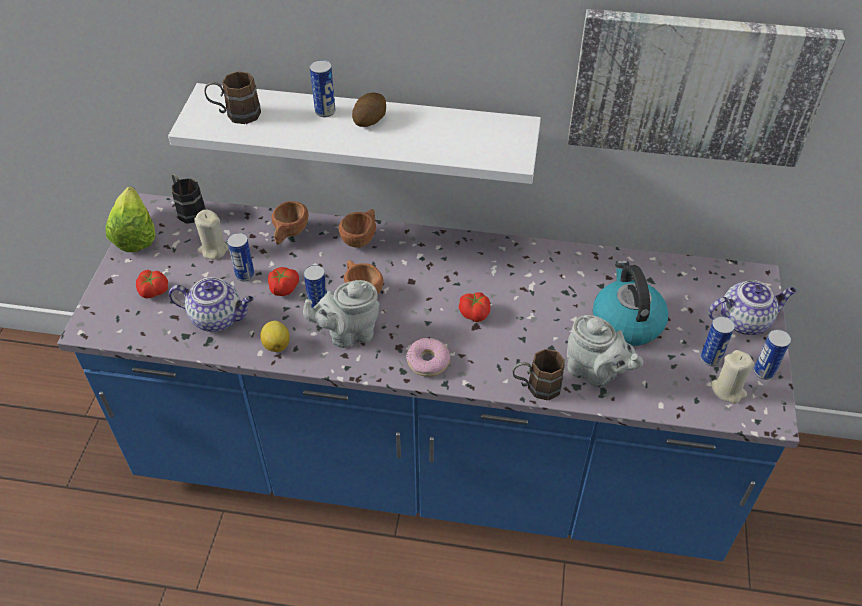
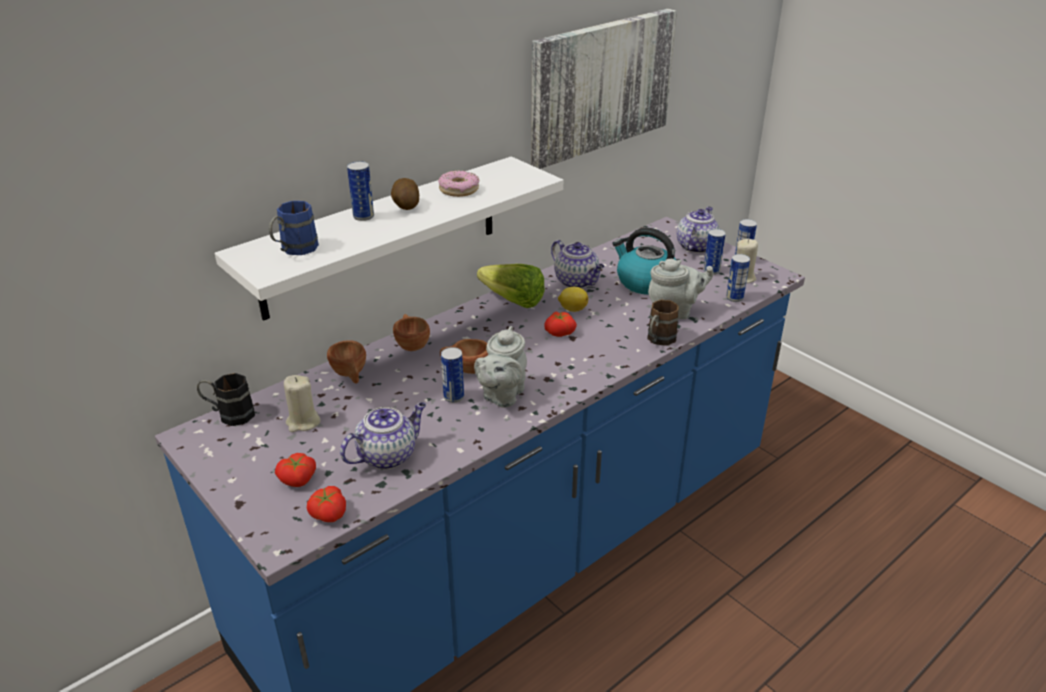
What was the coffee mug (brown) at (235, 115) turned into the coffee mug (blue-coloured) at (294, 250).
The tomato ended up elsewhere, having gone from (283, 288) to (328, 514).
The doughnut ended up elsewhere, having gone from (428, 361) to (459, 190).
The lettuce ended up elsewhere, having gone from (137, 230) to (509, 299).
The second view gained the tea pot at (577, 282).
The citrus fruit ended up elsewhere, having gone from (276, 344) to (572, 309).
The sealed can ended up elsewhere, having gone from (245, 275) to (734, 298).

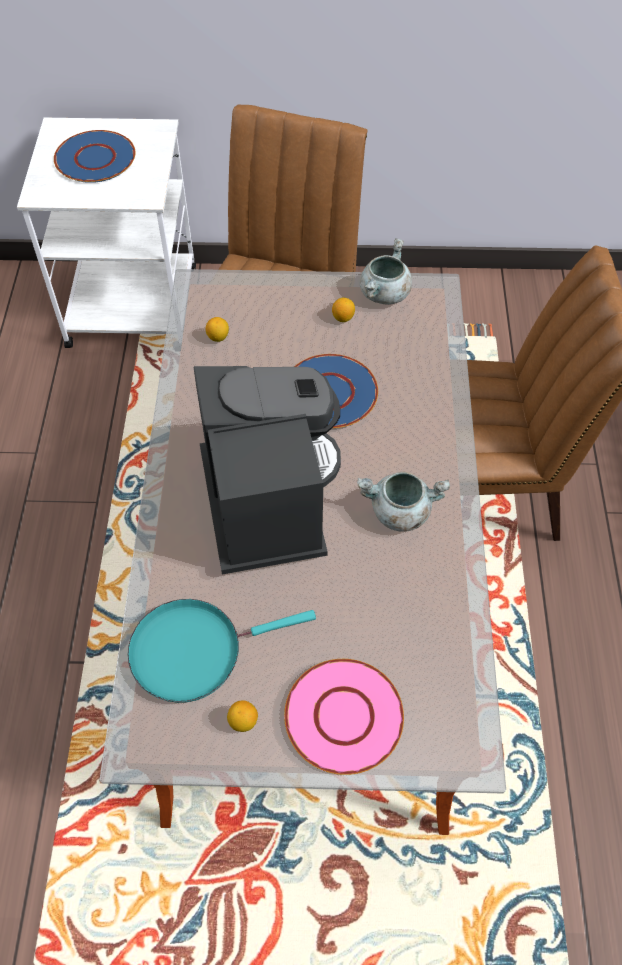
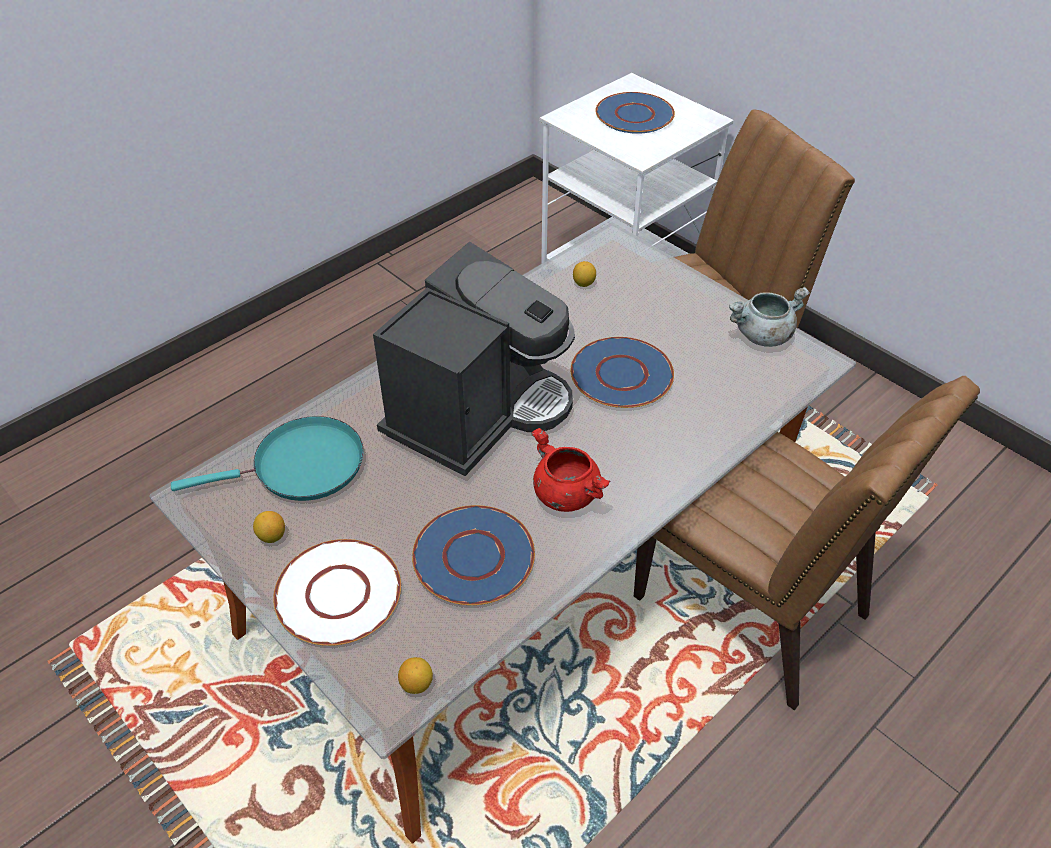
The skillet (turquoise) at (193, 650) ended up facing another way, 135 degrees clockwise from before.
What was the flat dish (pink) at (344, 716) turned into the flat dish (white-coloured) at (339, 594).
The citrus fruit ended up elsewhere, having gone from (343, 318) to (416, 684).
The second view gained the flat dish (blue-coloured) at (474, 557).
What was the saucepot (gray) at (399, 512) turned into the saucepot (red-coloured) at (565, 494).

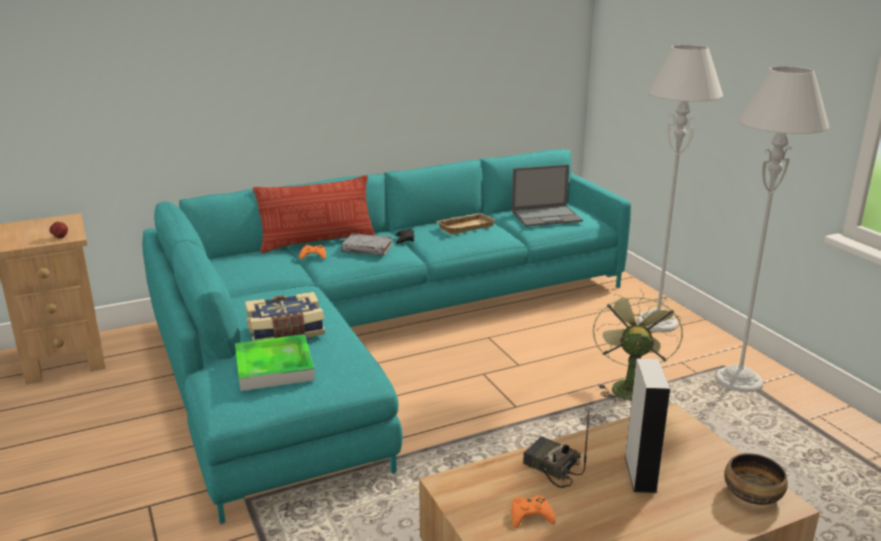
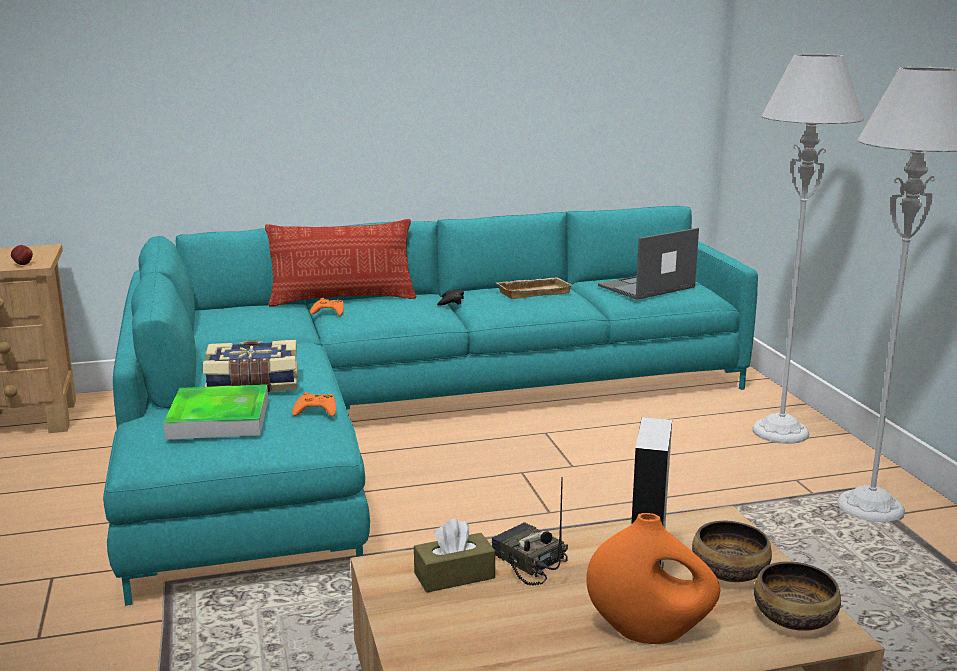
The joypad (orange) ended up elsewhere, having gone from (530, 516) to (316, 410).
The second view gained the box of tissues (brown) at (454, 576).
The second view gained the vase (orange) at (649, 632).
The notebook computer at (547, 216) ended up facing another way, 150 degrees clockwise from before.
The second view gained the bowl at (729, 571).
The second view lost the book (gray) at (368, 248).
The second view lost the fan (green-coloured) at (629, 386).

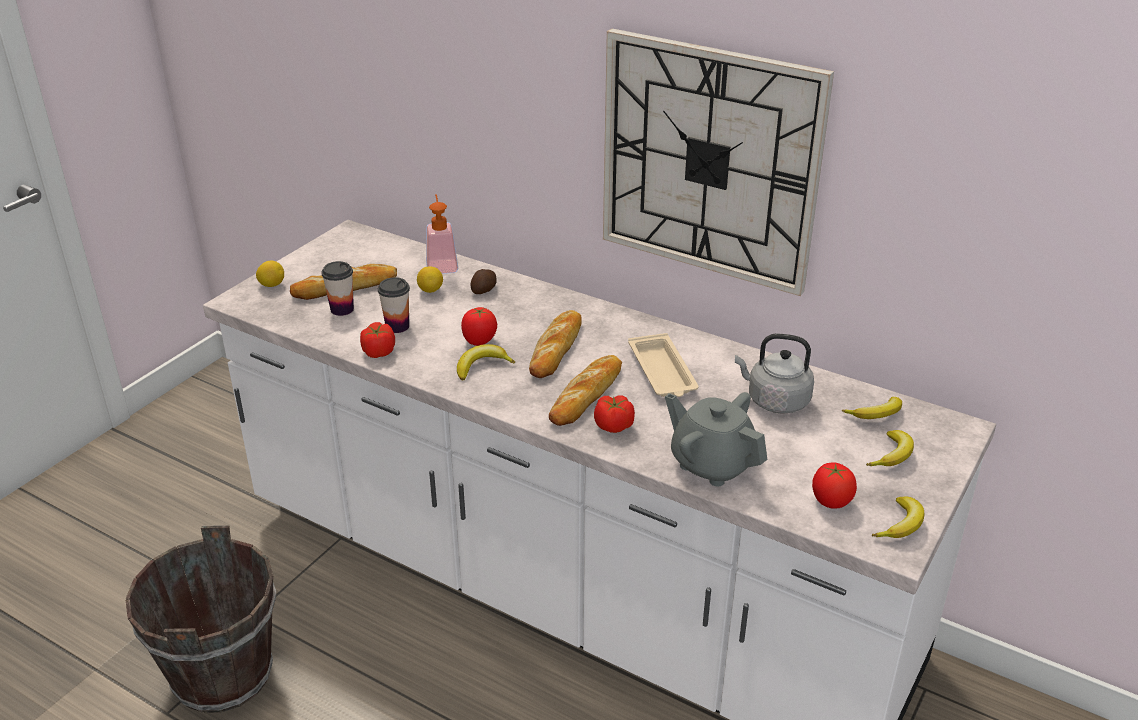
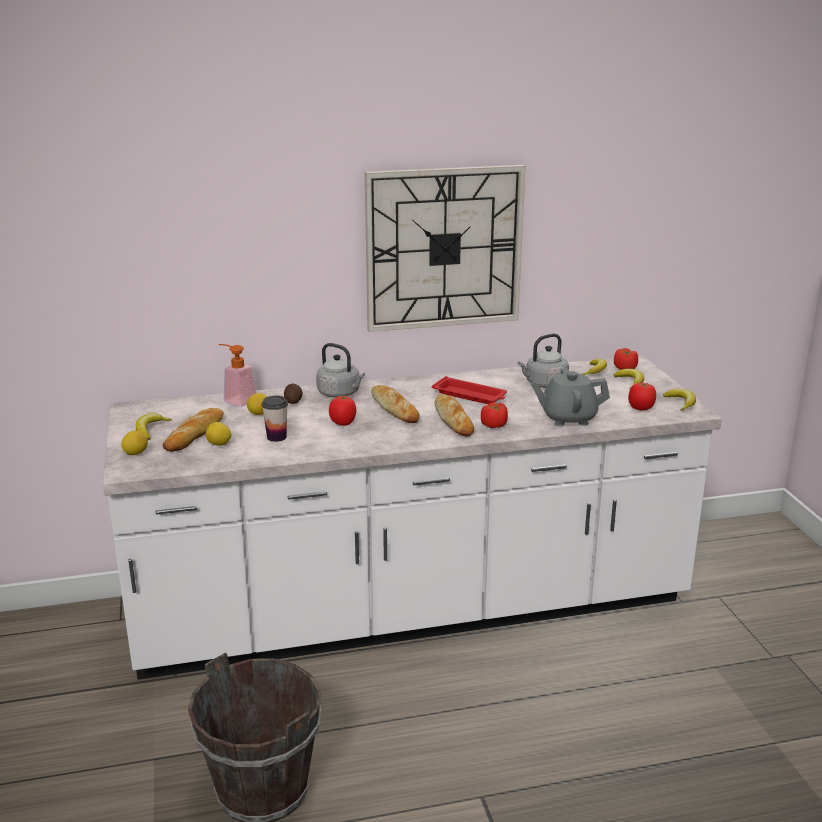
The banana ended up elsewhere, having gone from (482, 366) to (150, 430).
Where the drinking cup stood at (342, 309), the citrus fruit came to stand at (219, 444).
The second view gained the kettle (gray) at (340, 394).
What was the serving tray (beige) at (662, 372) turned into the serving tray (red-coloured) at (470, 395).
The tomato ended up elsewhere, having gone from (378, 352) to (625, 368).

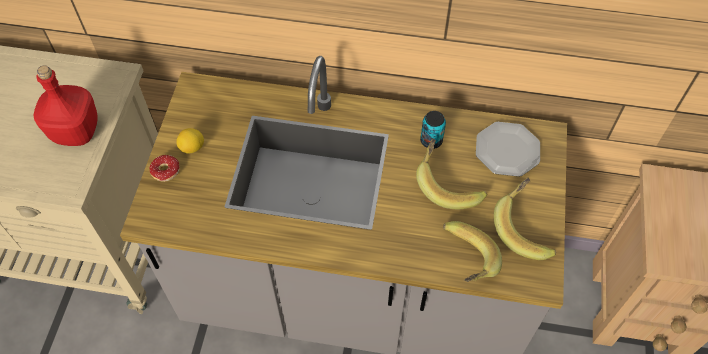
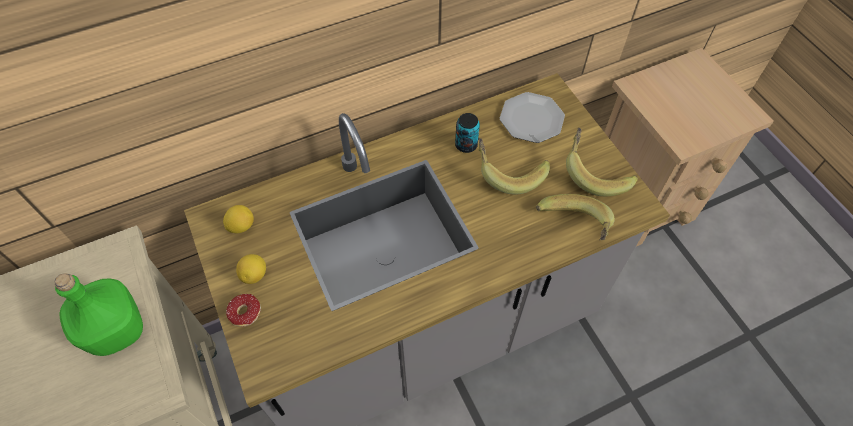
What was the drink bottle (red-coloured) at (76, 133) turned into the drink bottle (green-coloured) at (118, 332).
The second view gained the citrus fruit at (241, 226).

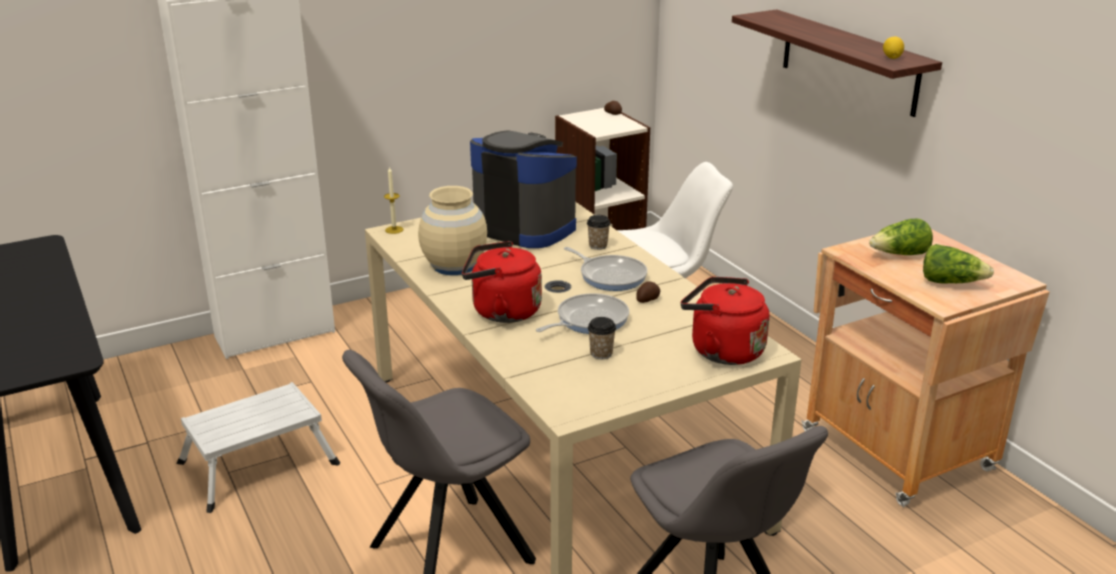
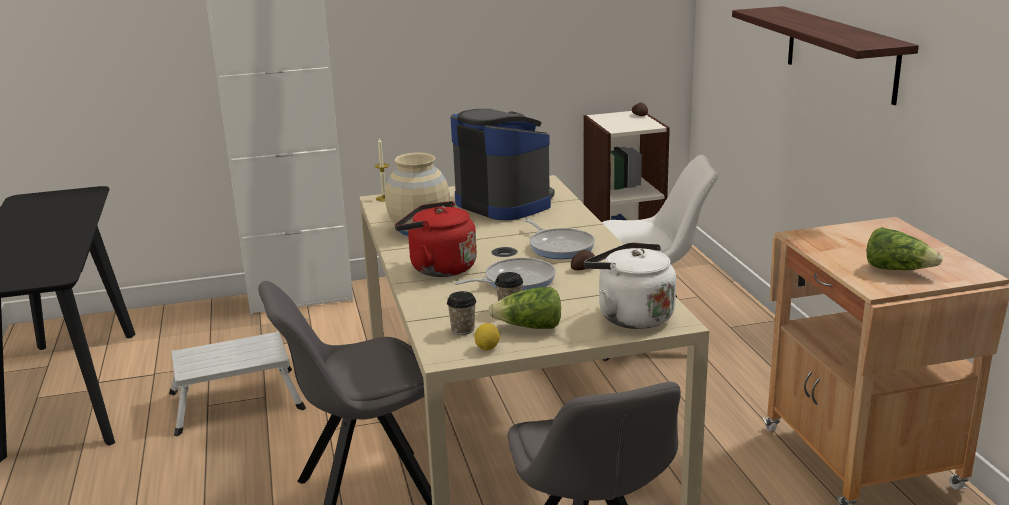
The drinking cup ended up elsewhere, having gone from (598, 246) to (463, 330).
The citrus fruit ended up elsewhere, having gone from (892, 58) to (487, 348).
The lettuce ended up elsewhere, having gone from (899, 255) to (529, 327).
What was the kettle (red-coloured) at (722, 350) turned into the kettle (white-coloured) at (631, 316).

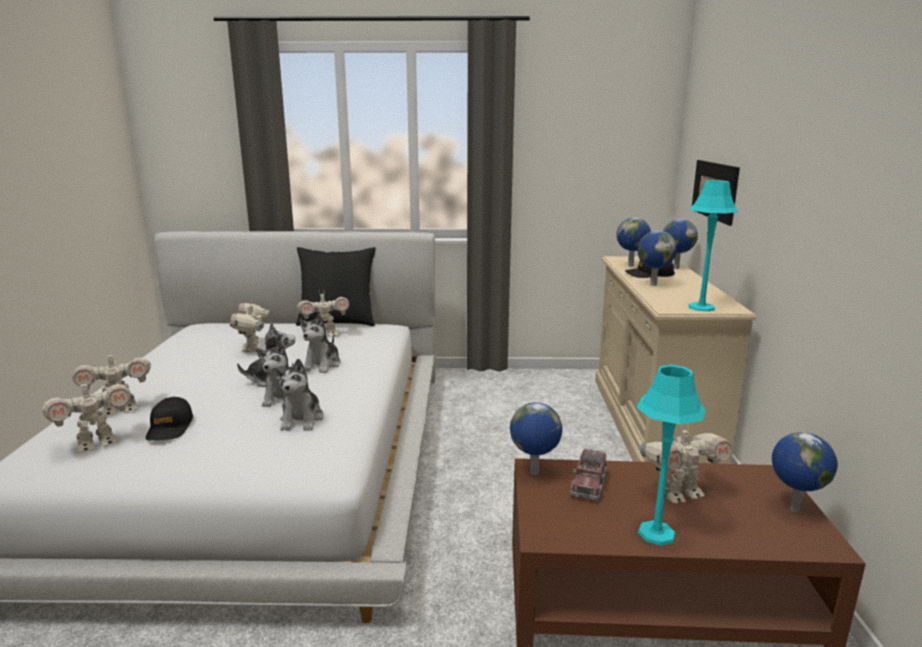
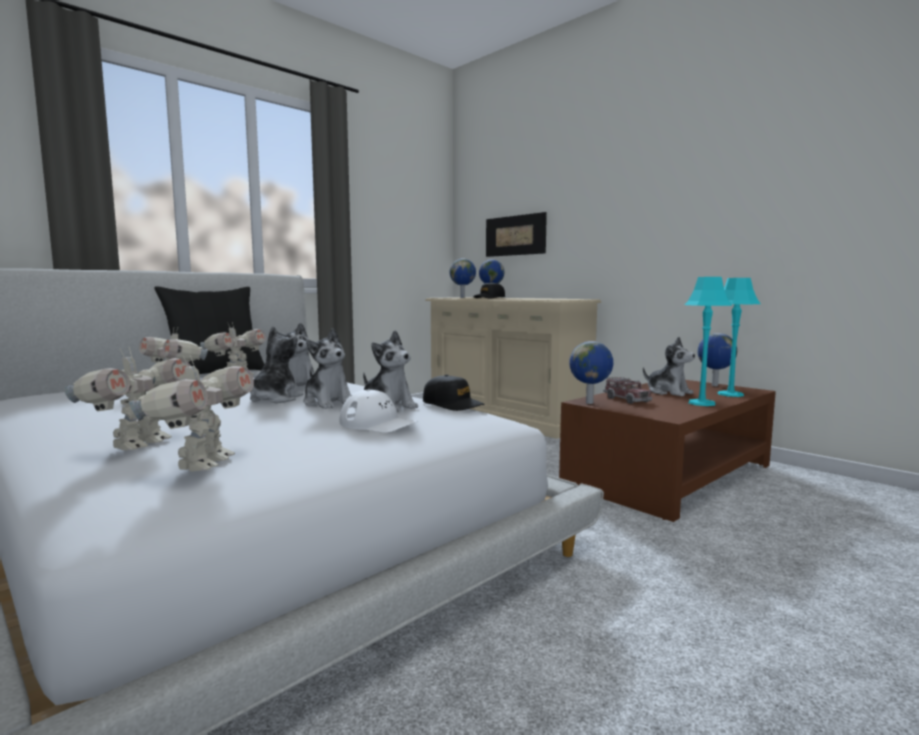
The second view gained the baseball cap (white-coloured) at (378, 424).
The baseball cap (blackish) ended up elsewhere, having gone from (170, 428) to (452, 405).
Where the robot figure stood at (680, 494), the cuddly toy came to stand at (668, 392).
The tabletop lamp (turquoise) ended up elsewhere, having gone from (701, 307) to (730, 394).
The second view lost the globe at (653, 284).

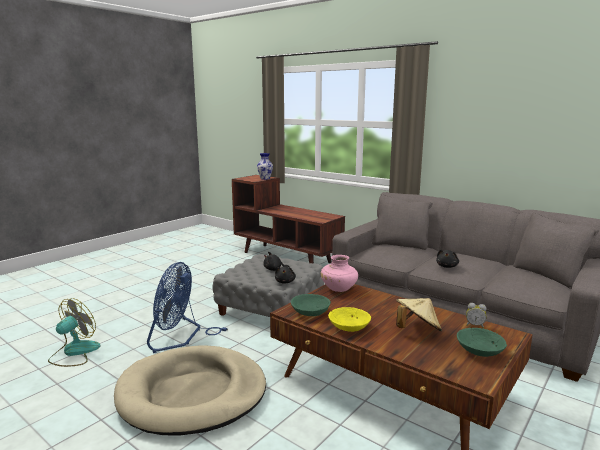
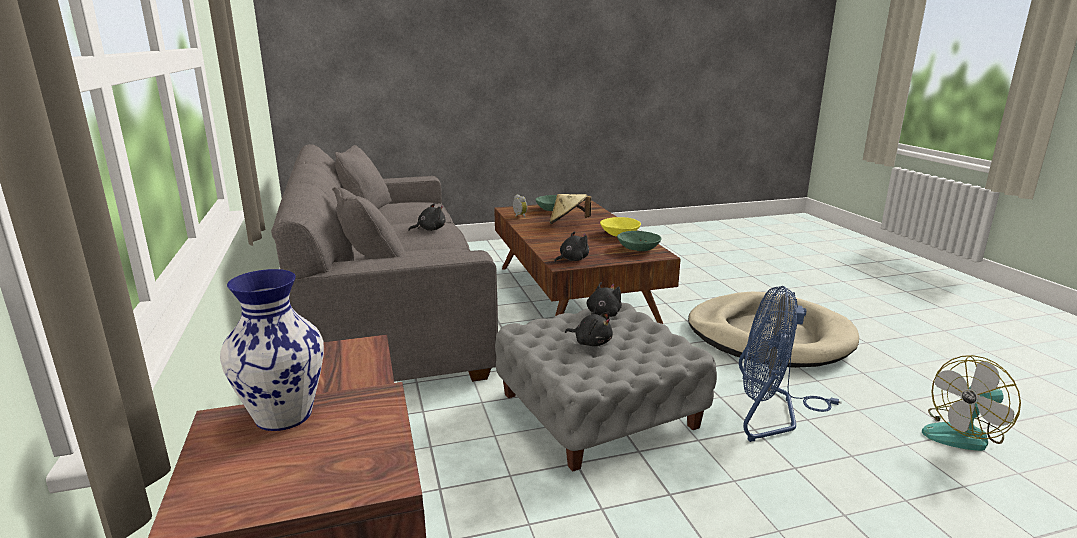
Where the vase (pink) stood at (339, 289), the cuddly toy (blackish) came to stand at (572, 259).
The fan (blue-coloured) at (184, 334) ended up facing another way, 150 degrees clockwise from before.

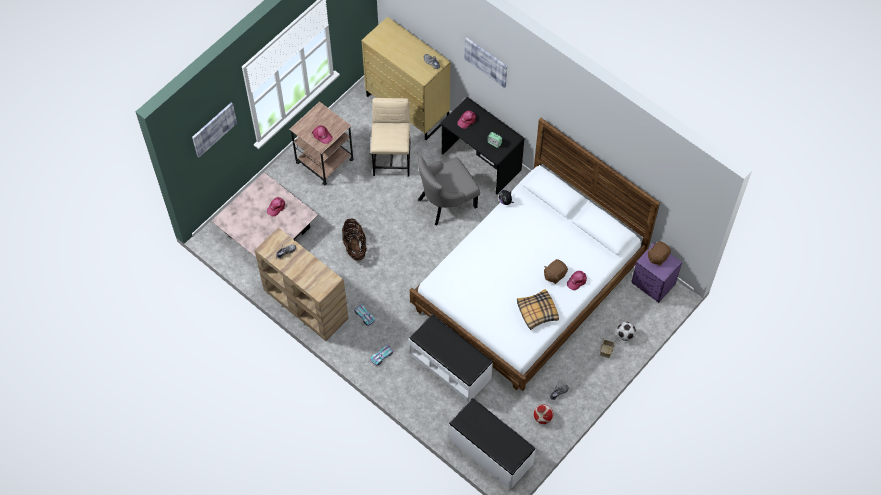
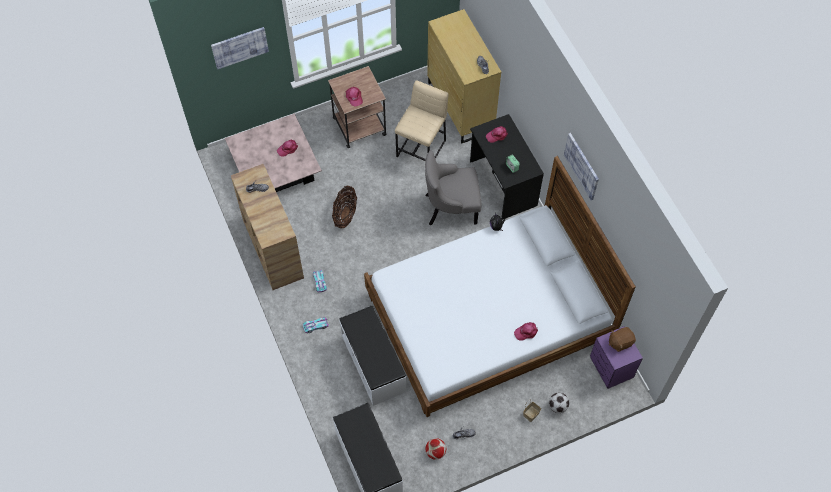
The picture ended up elsewhere, having gone from (486, 61) to (582, 166).
The second view lost the throw pillow at (537, 311).
The second view lost the cuddly toy (brown) at (554, 275).

